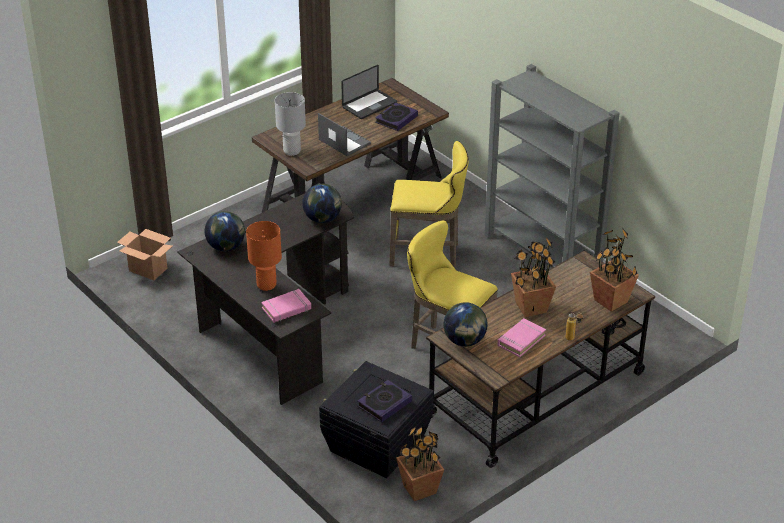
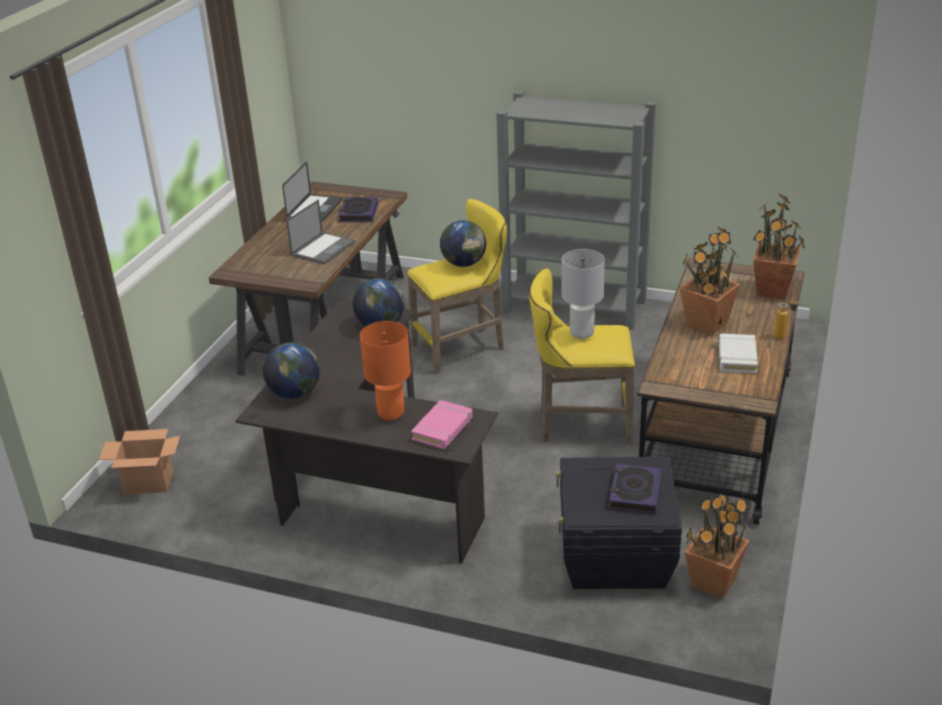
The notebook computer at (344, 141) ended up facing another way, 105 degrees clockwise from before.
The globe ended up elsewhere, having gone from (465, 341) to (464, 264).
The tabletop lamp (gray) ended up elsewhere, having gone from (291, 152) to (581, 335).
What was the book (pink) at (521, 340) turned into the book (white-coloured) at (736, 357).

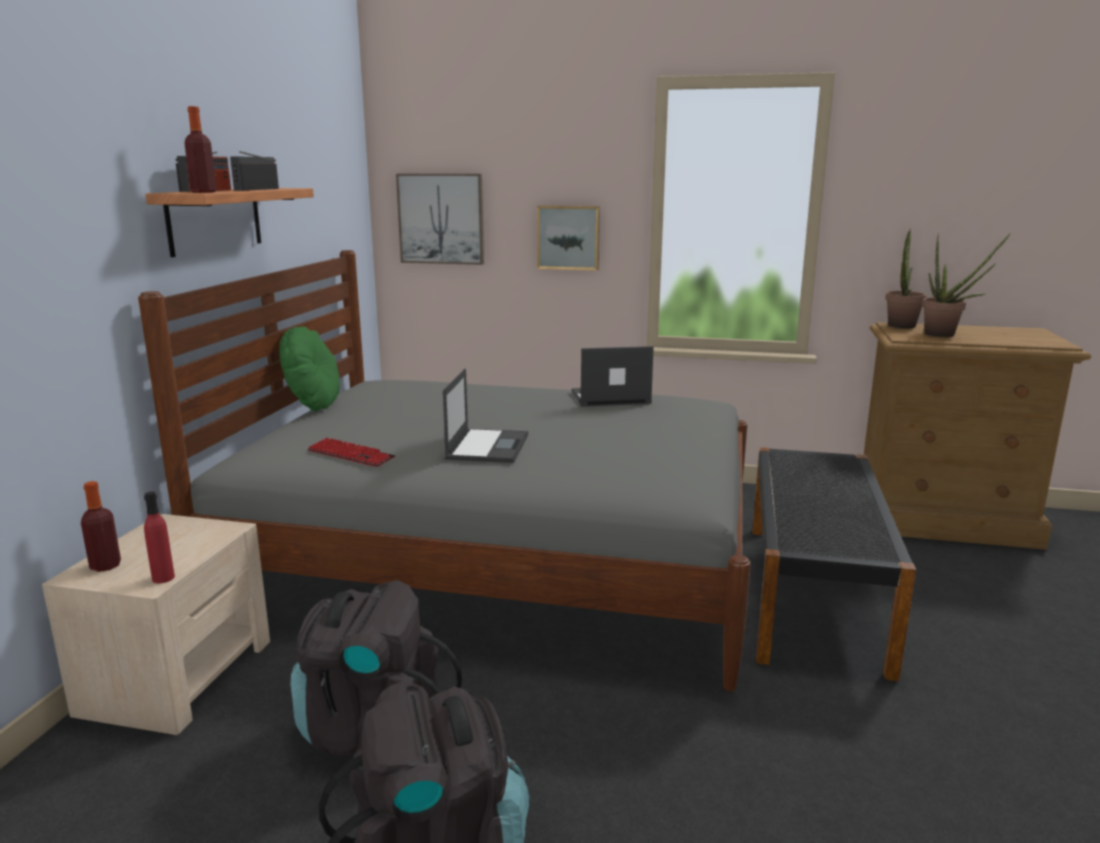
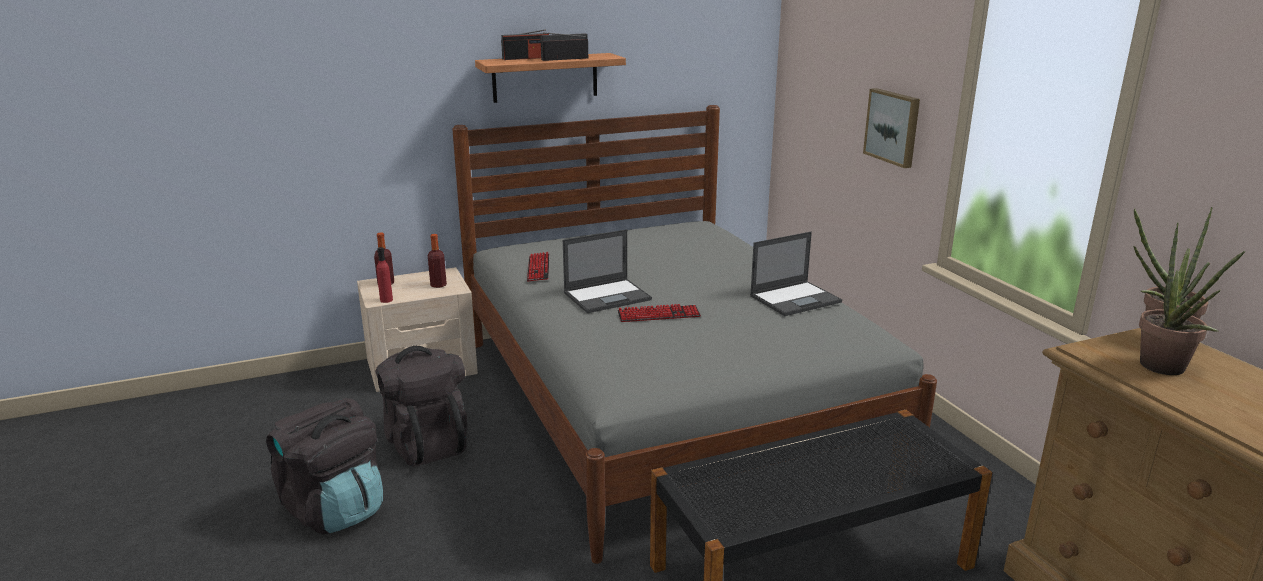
The drink bottle ended up elsewhere, having gone from (203, 192) to (438, 285).
The second view gained the PC keyboard at (658, 315).
The notebook computer at (609, 397) ended up facing another way, 105 degrees clockwise from before.
The second view lost the throw pillow (green-coloured) at (314, 406).
The second view lost the picture at (441, 219).

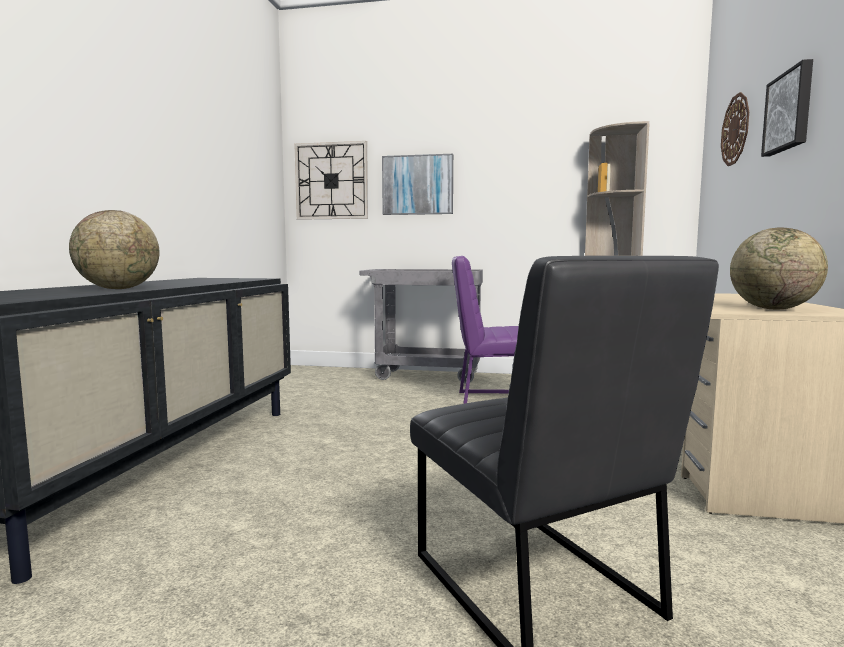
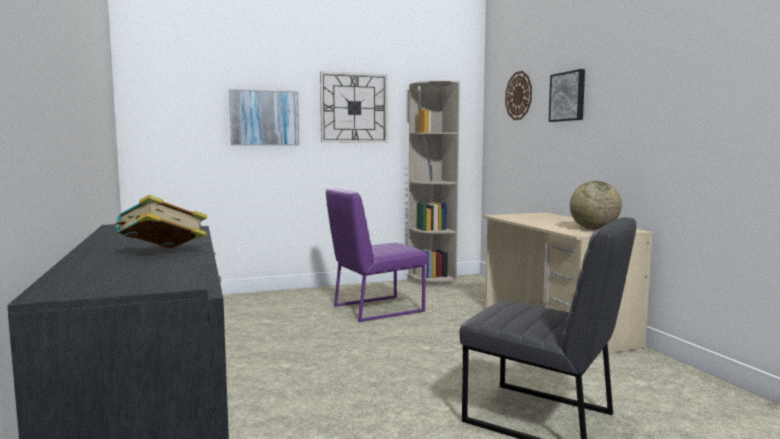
Where the globe stood at (118, 289), the book came to stand at (162, 253).
The clock on the wall ended up elsewhere, having gone from (331, 181) to (354, 108).
The second view lost the cart (gray) at (423, 377).

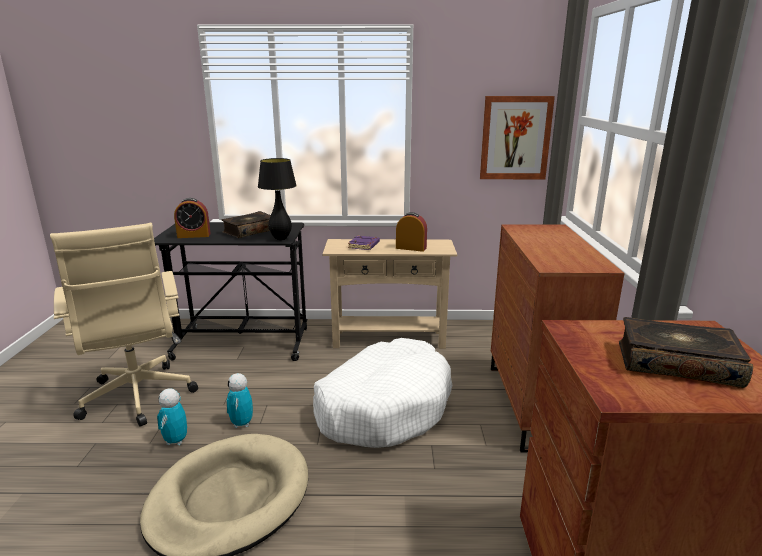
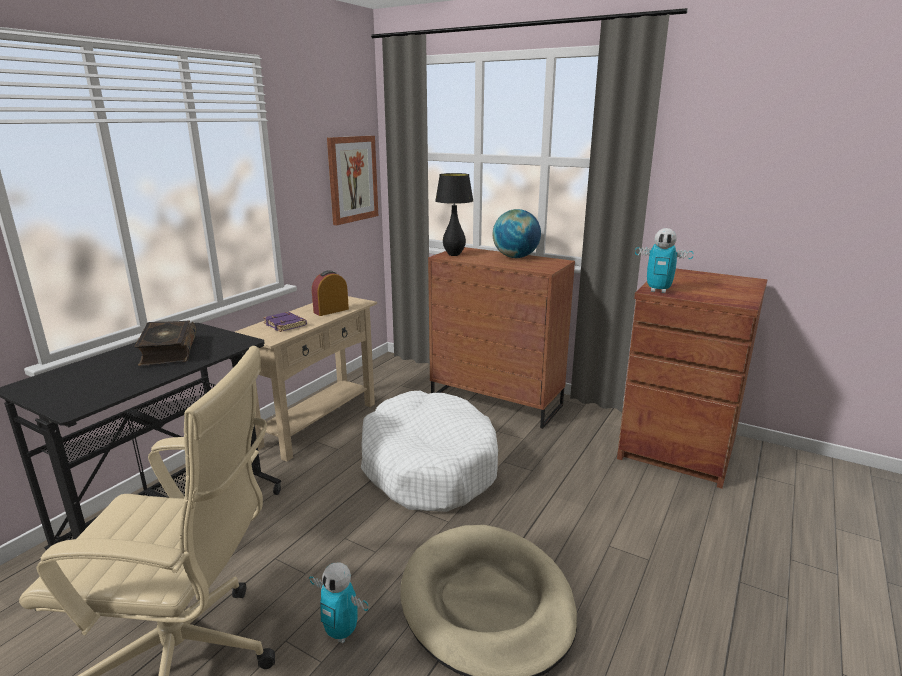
The tabletop lamp (blackish) ended up elsewhere, having gone from (281, 238) to (454, 254).
The second view gained the globe at (515, 257).
The robot figure ended up elsewhere, having gone from (242, 423) to (658, 291).
The second view lost the bedside clock at (194, 235).
The second view lost the book at (676, 363).

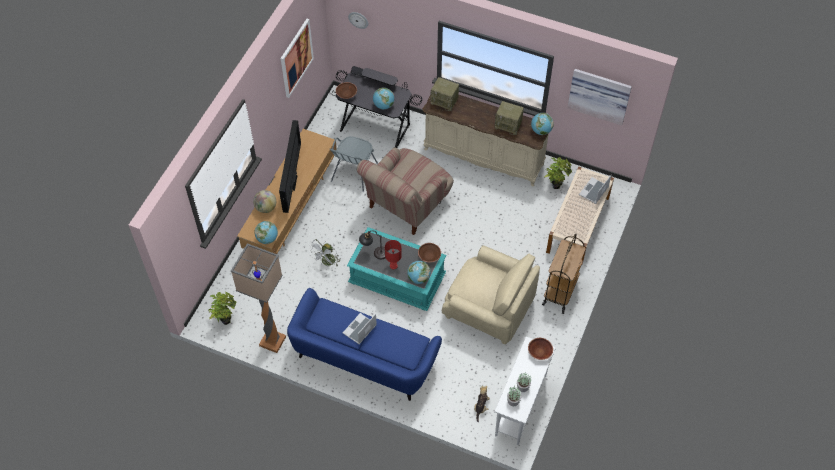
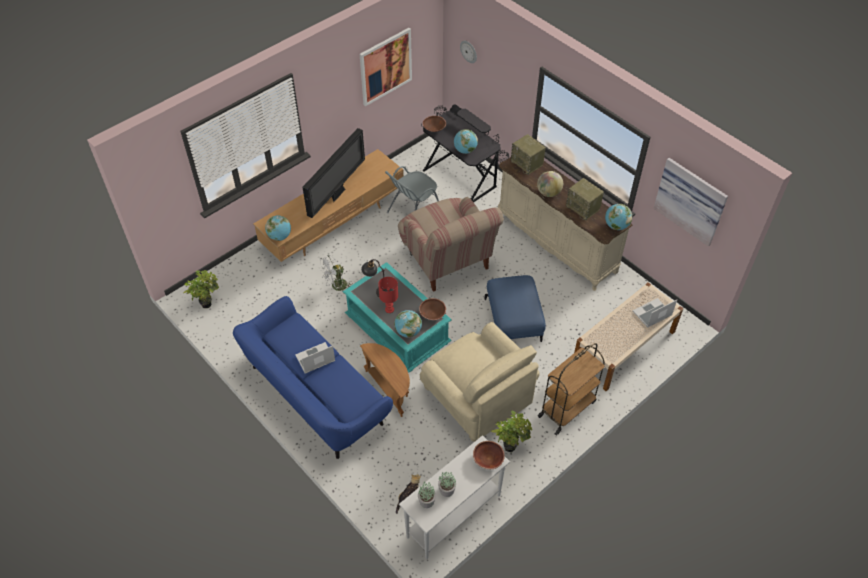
The second view gained the end table (brown) at (390, 389).
The armchair (beige) at (406, 205) ended up facing another way, 90 degrees counterclockwise from before.
The second view gained the pouffe (blue-coloured) at (514, 320).
The houseplant ended up elsewhere, having gone from (555, 184) to (510, 445).
The globe ended up elsewhere, having gone from (266, 208) to (548, 193).
The second view lost the standard lamp at (271, 341).

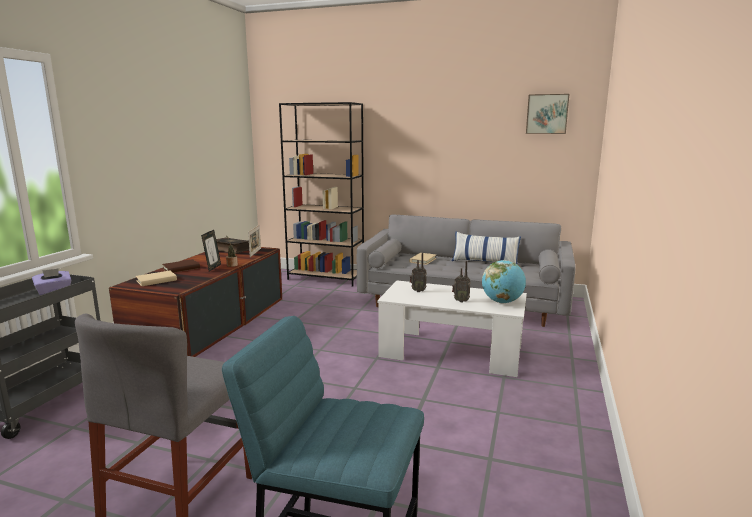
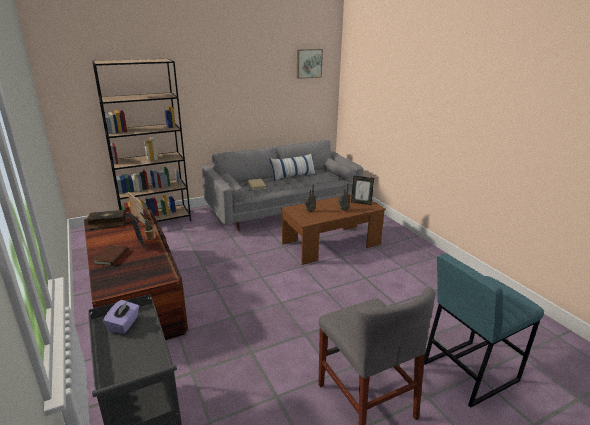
What was the lounge table (white-coloured) at (451, 352) turned into the lounge table (brown) at (331, 244).
Where the globe stood at (502, 302), the photo frame came to stand at (361, 203).
The second view lost the book (beige) at (156, 280).

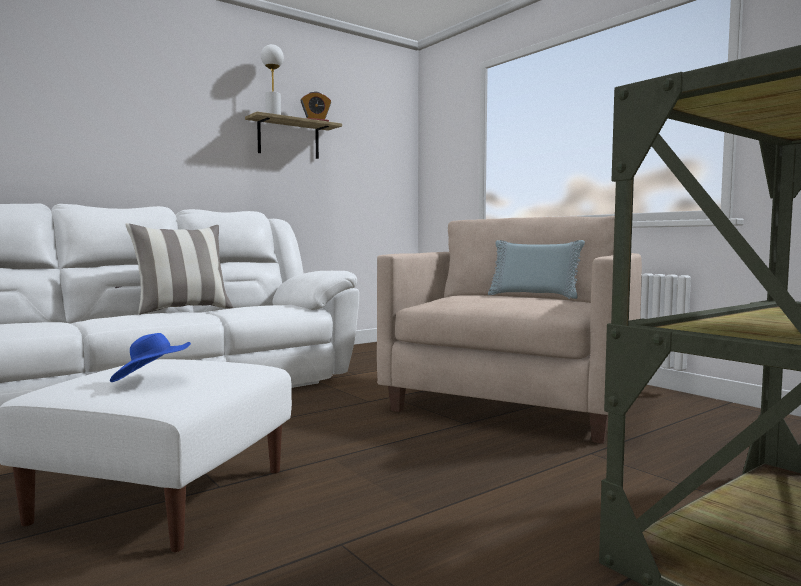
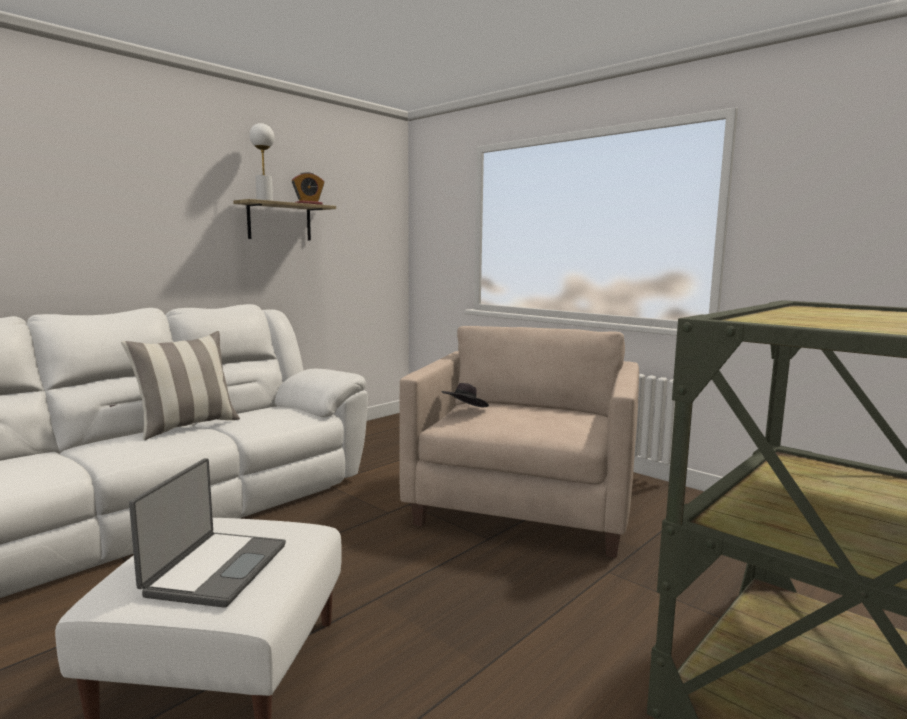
Where the wearable hat (blue-coloured) stood at (152, 381), the notebook computer came to stand at (215, 569).
The second view gained the wearable hat (blackish) at (465, 410).
The second view lost the throw pillow (blue-coloured) at (533, 296).

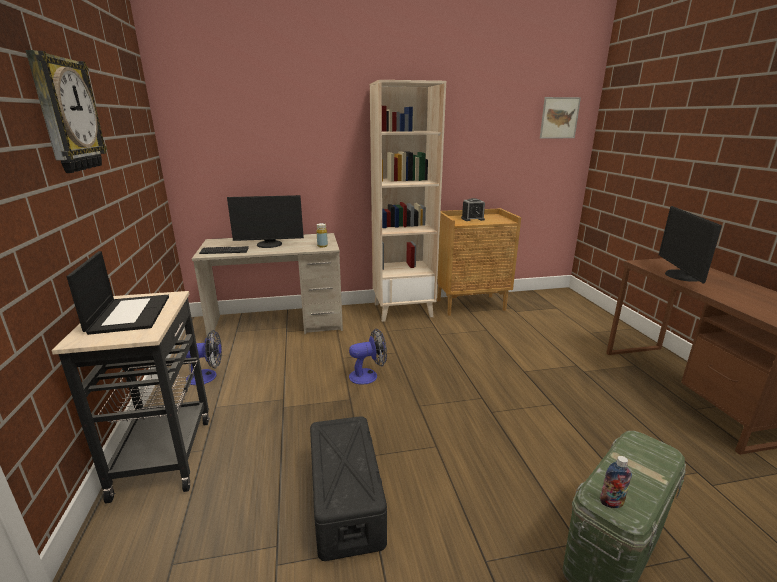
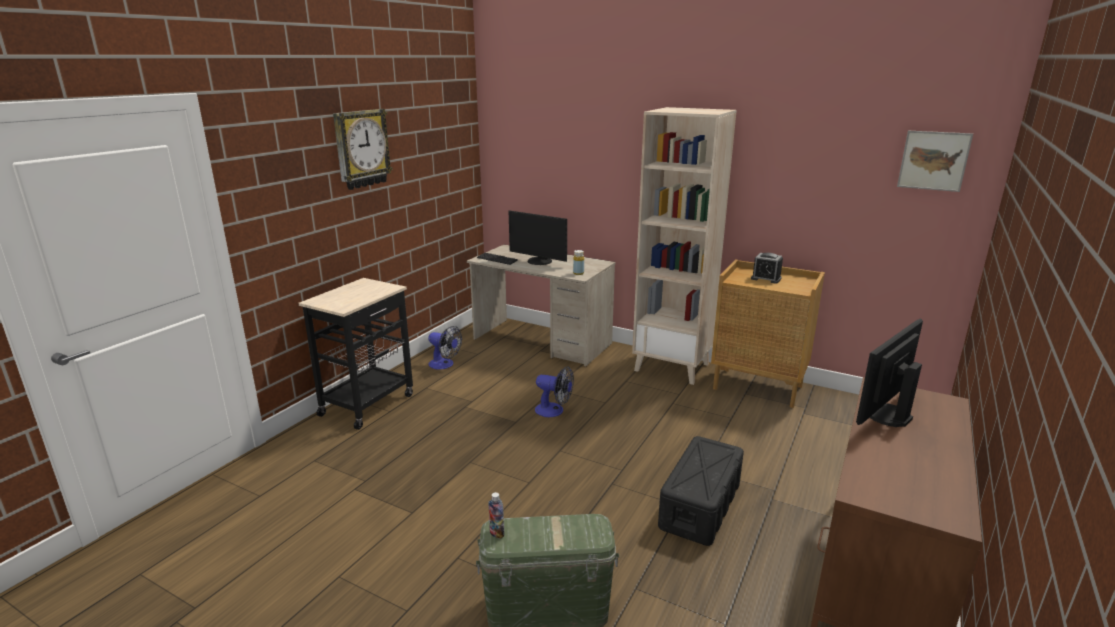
The storage container (blackish) ended up elsewhere, having gone from (346, 499) to (700, 505).
The second view lost the notebook computer at (129, 314).

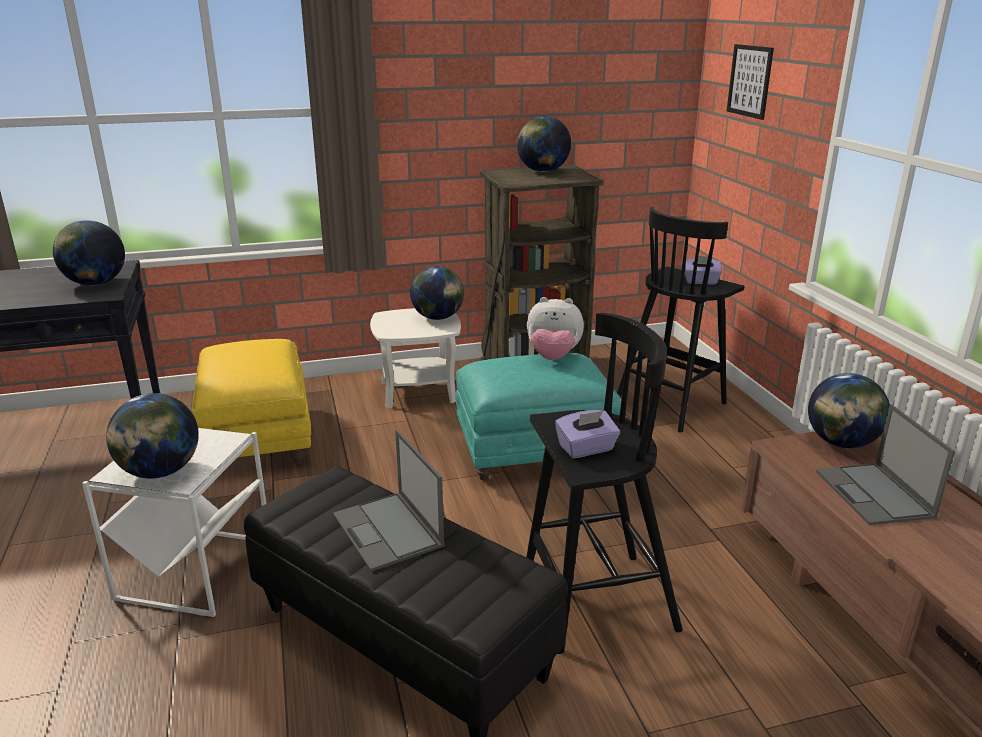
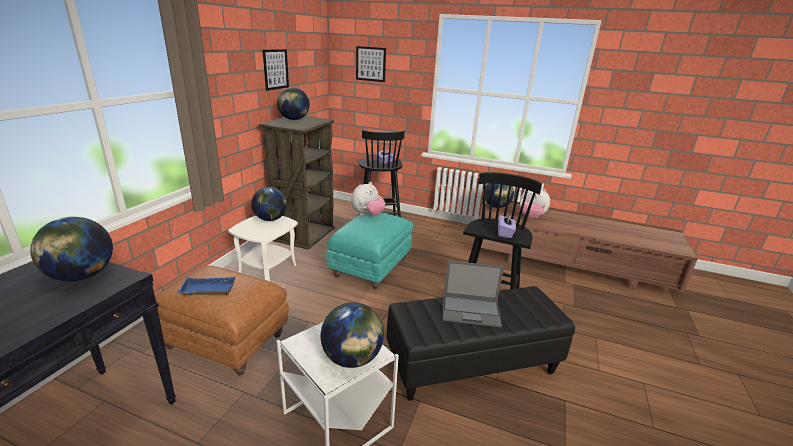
What was the pouffe (yellow-coloured) at (259, 440) turned into the pouffe (brown) at (227, 342).
The second view gained the serving tray (blue-coloured) at (207, 290).
The second view gained the picture at (275, 69).
Where the notebook computer stood at (875, 494), the cuddly toy came to stand at (531, 217).

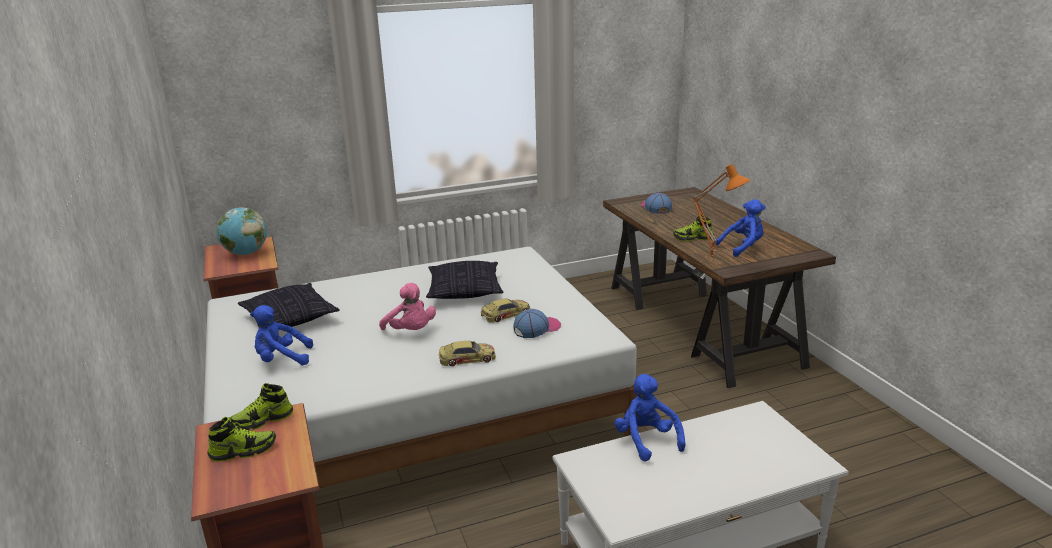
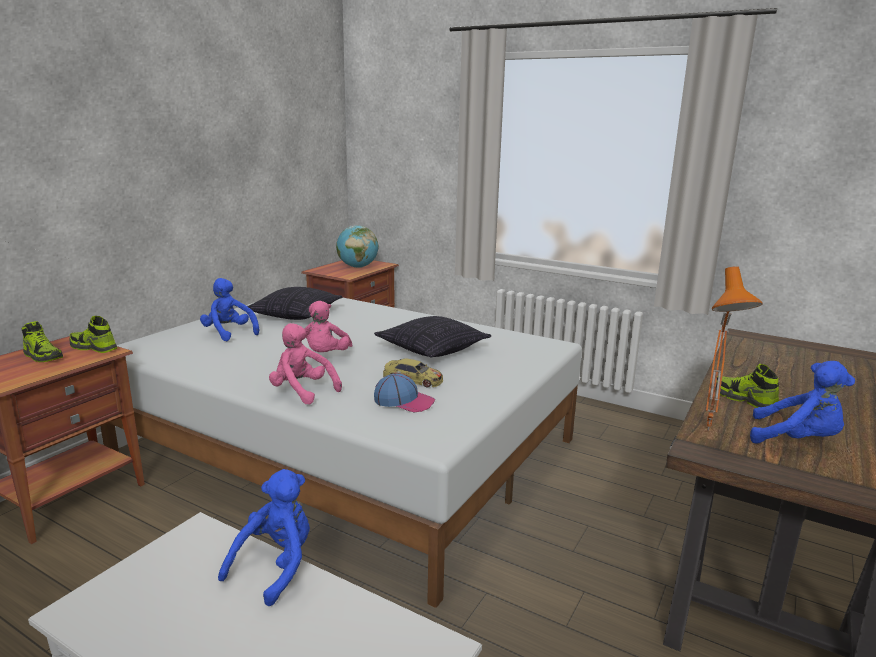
Where the miniature car stood at (467, 358), the cuddly toy (pink) came to stand at (302, 391).
The second view lost the baseball cap at (655, 207).

